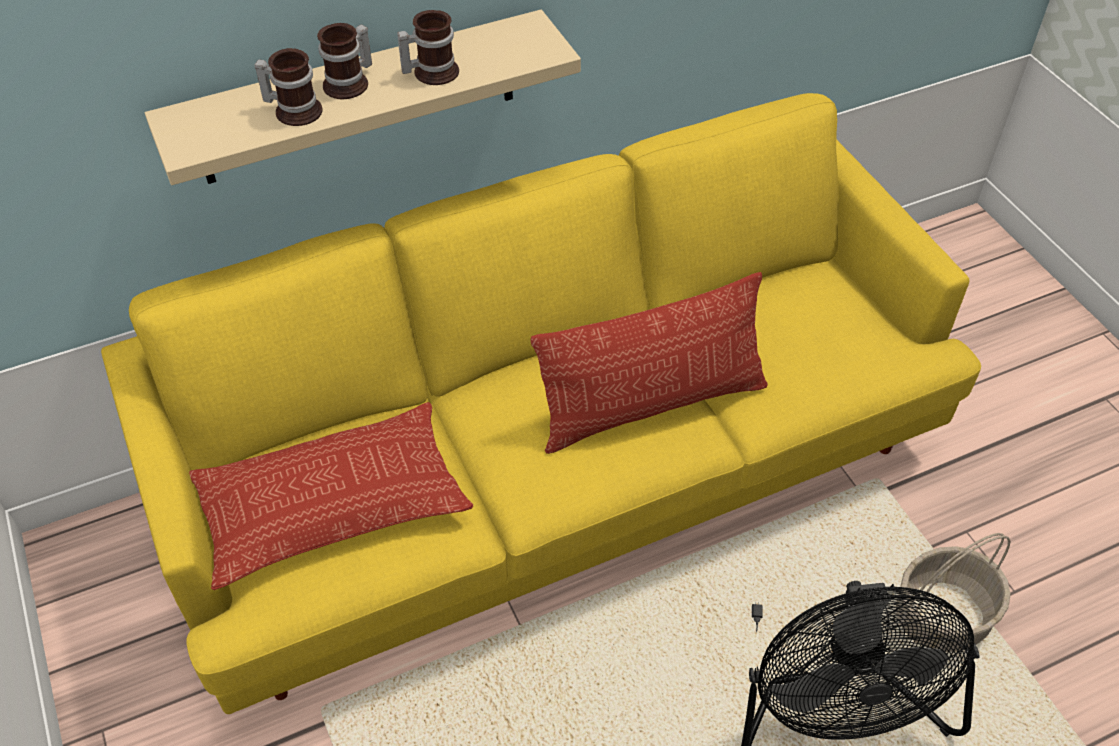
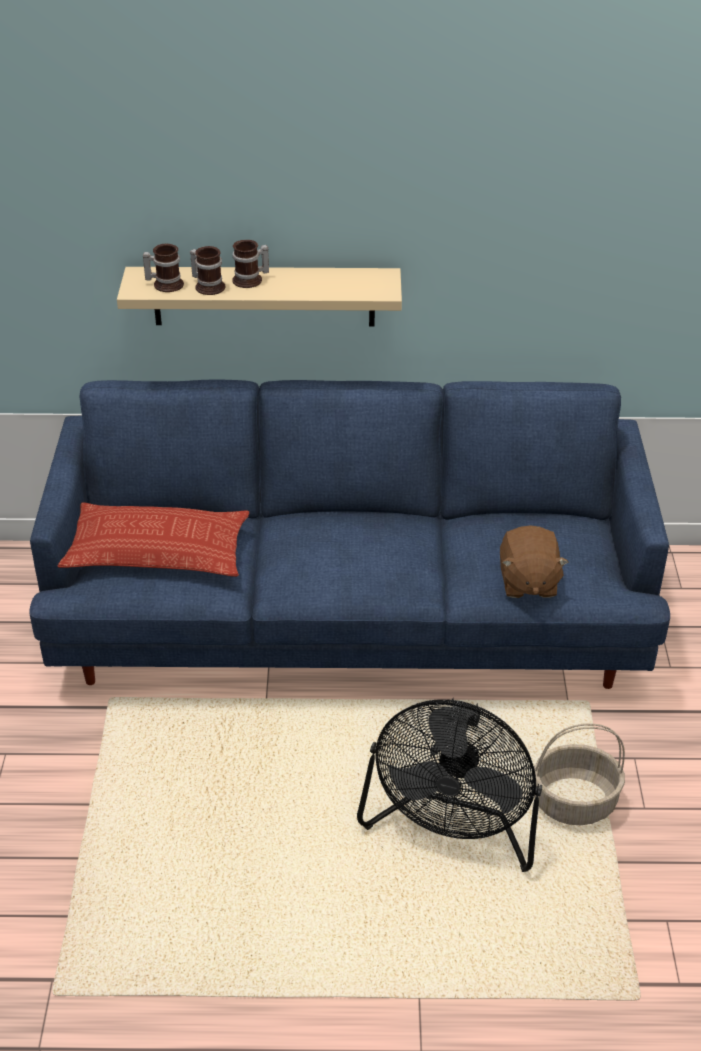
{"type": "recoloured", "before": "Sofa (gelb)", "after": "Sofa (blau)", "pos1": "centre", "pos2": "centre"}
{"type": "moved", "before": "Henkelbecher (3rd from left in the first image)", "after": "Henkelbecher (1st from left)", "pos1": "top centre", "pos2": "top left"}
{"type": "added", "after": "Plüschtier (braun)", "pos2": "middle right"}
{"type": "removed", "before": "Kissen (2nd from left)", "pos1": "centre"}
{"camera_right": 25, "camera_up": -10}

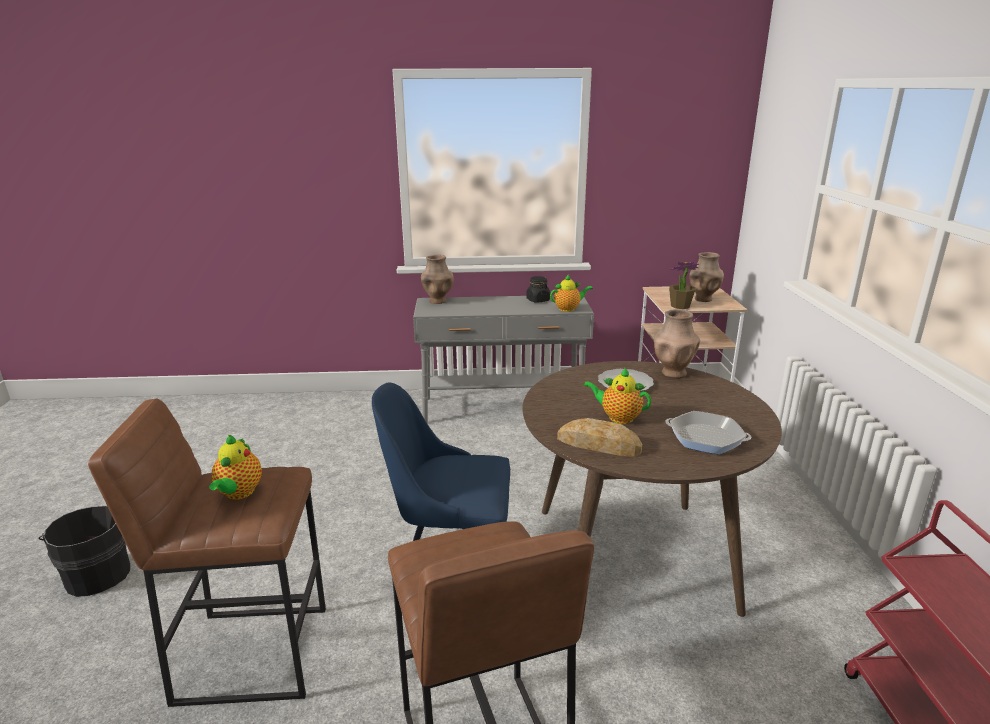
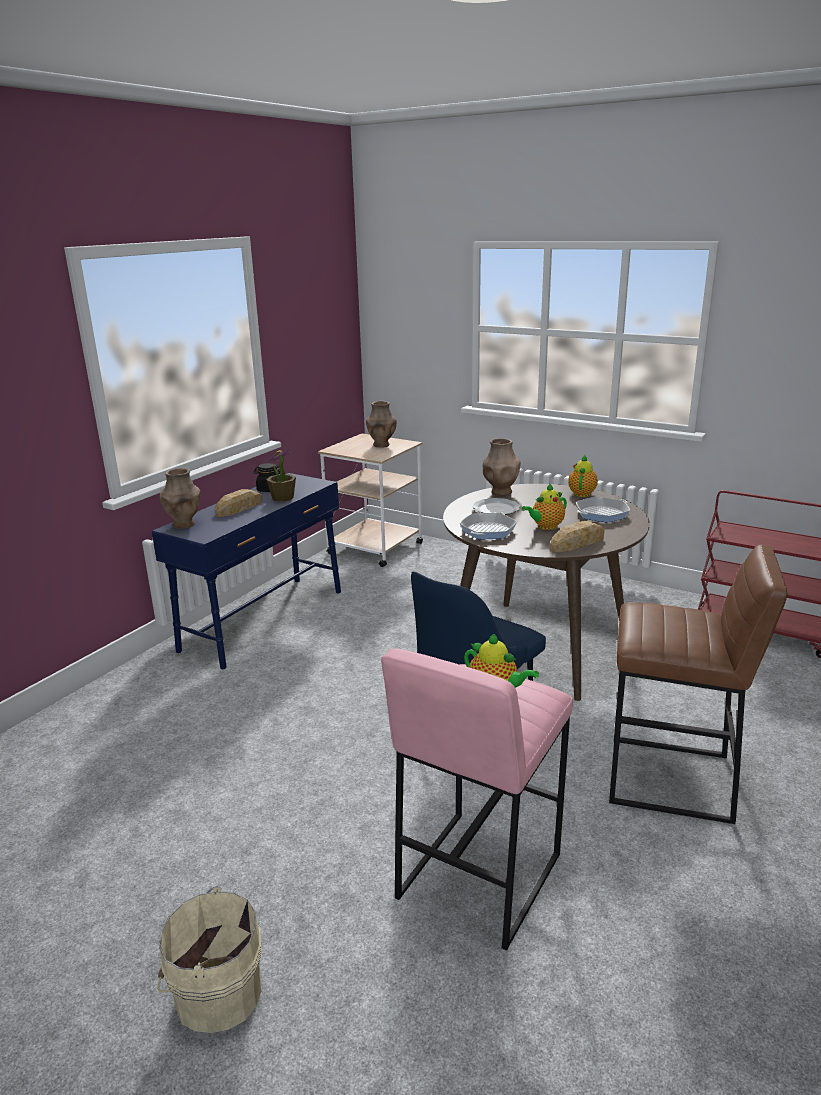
{"type": "recoloured", "before": "Konsolentisch (grau)", "after": "Konsolentisch (blau)", "pos1": "centre", "pos2": "middle left"}
{"type": "recoloured", "before": "Eimer (schwarz)", "after": "Eimer (beige)", "pos1": "bottom left", "pos2": "bottom left"}
{"type": "added", "after": "Brot (1st from left)", "pos2": "middle left"}
{"type": "moved", "before": "Topfpflanze", "pos1": "middle right", "pos2": "centre"}
{"type": "recoloured", "before": "Hocker (braun) (1st from left)", "after": "Hocker (rosa)", "pos1": "bottom left", "pos2": "bottom centre"}
{"type": "added", "after": "Pfanne (1st from left)", "pos2": "centre"}
{"type": "moved", "before": "Teekanne (2nd from left in the first image)", "after": "Teekanne (3rd from left)", "pos1": "centre", "pos2": "middle right"}
{"camera_right": -55, "camera_up": 0}

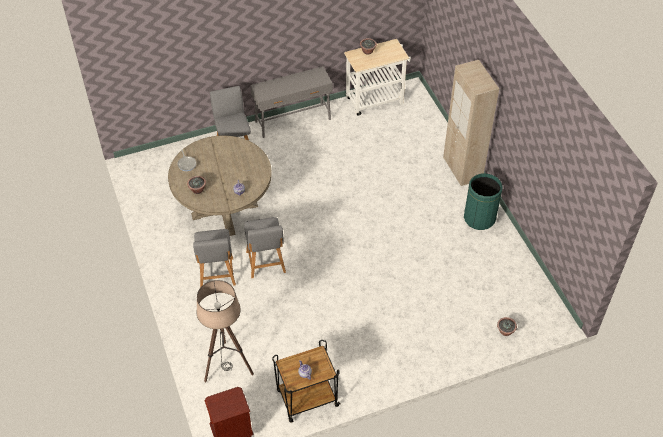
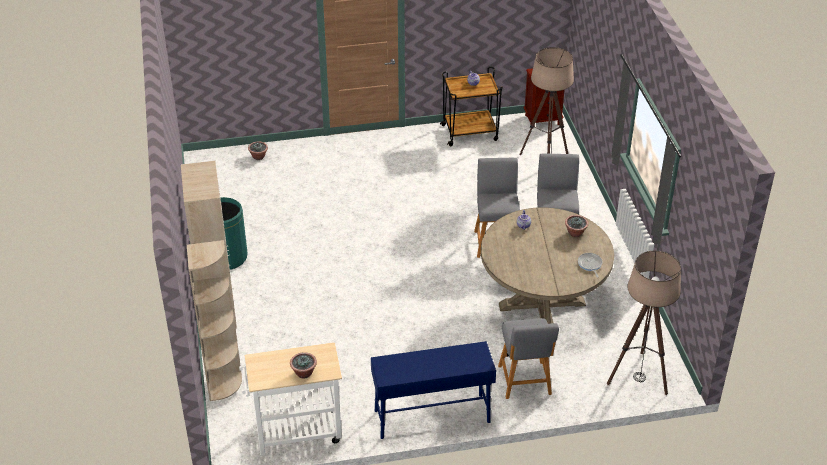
{"type": "added", "after": "Bücherregal (beige)", "pos2": "bottom left"}
{"type": "recoloured", "before": "Konsolentisch (grau)", "after": "Konsolentisch (blau)", "pos1": "top centre", "pos2": "bottom centre"}
{"type": "added", "after": "Stehlampe (2nd from left)", "pos2": "bottom right"}
{"camera_right": -170, "camera_up": -10}

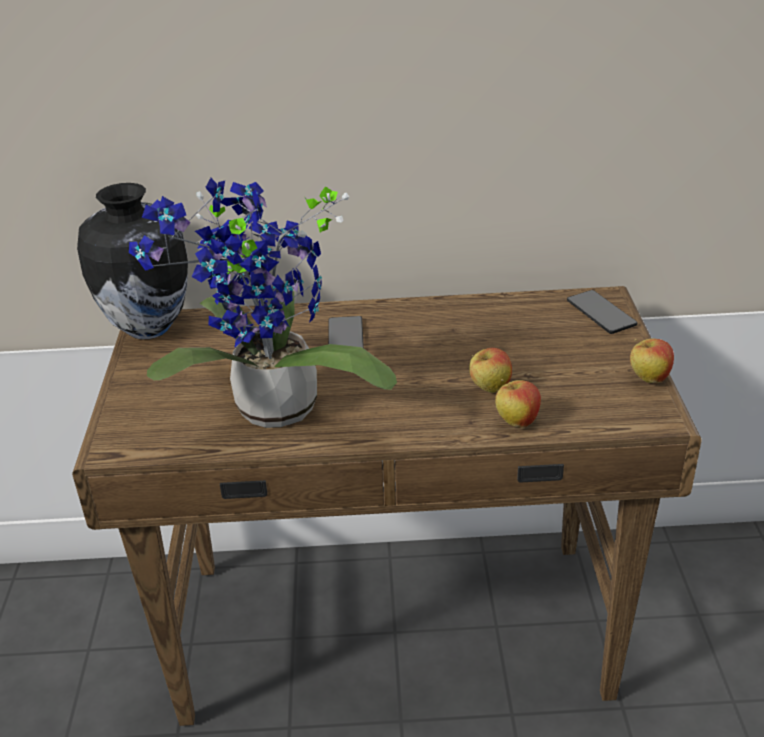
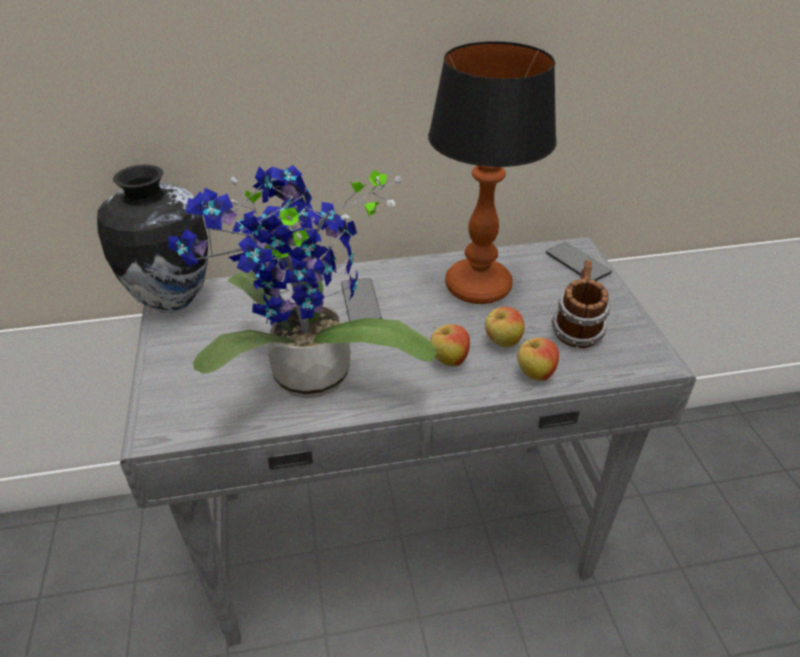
{"type": "recoloured", "before": "Konsolentisch (braun)", "after": "Konsolentisch (grau)", "pos1": "bottom centre", "pos2": "bottom centre"}
{"type": "added", "after": "Tischlampe", "pos2": "top centre"}
{"type": "moved", "before": "Apfel (3rd from left in the first image)", "after": "Apfel (1st from left)", "pos1": "middle right", "pos2": "centre"}
{"type": "added", "after": "Henkelbecher", "pos2": "middle right"}
{"camera_right": -10, "camera_up": 5}

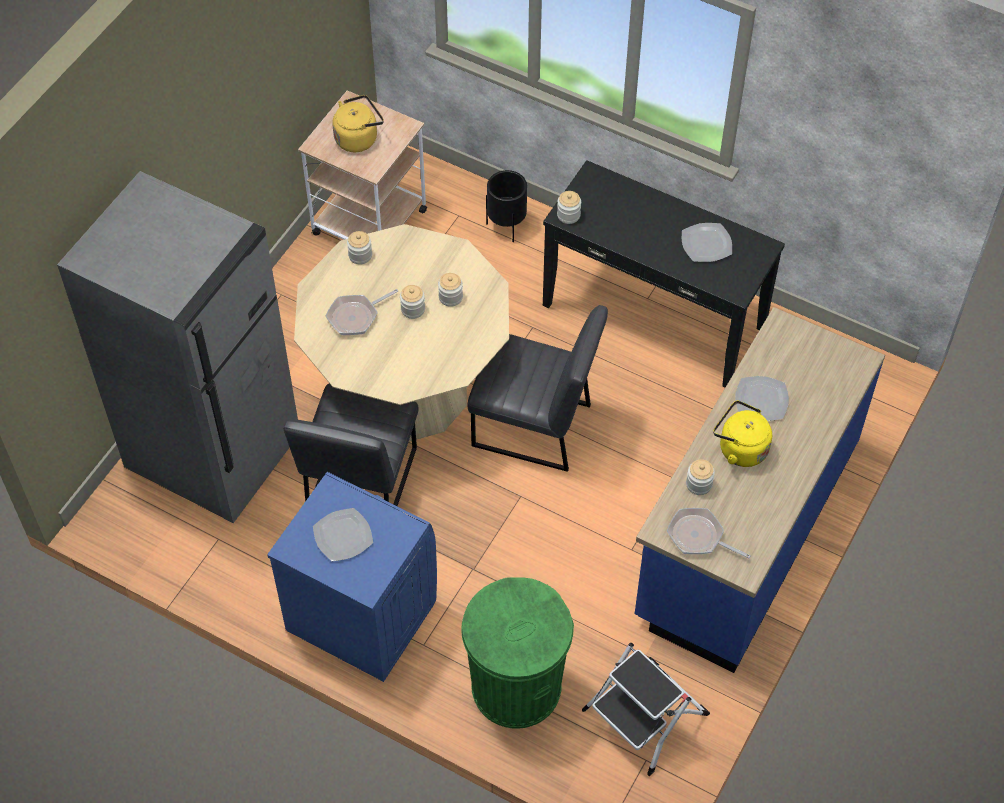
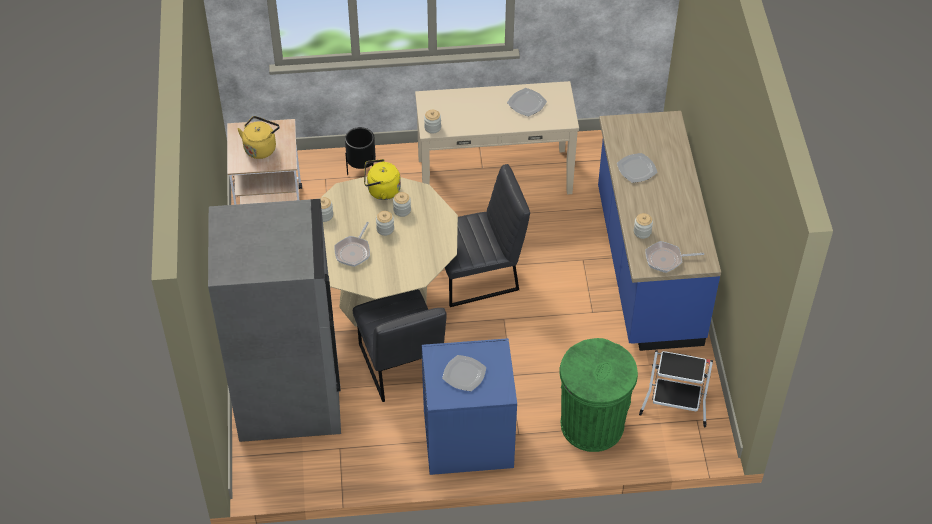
{"type": "moved", "before": "Wasserkessel (gelb) (2nd from left)", "pos1": "middle right", "pos2": "centre"}
{"type": "recoloured", "before": "Konsolentisch (schwarz)", "after": "Konsolentisch (beige)", "pos1": "centre", "pos2": "top centre"}
{"camera_right": -35, "camera_up": -5}

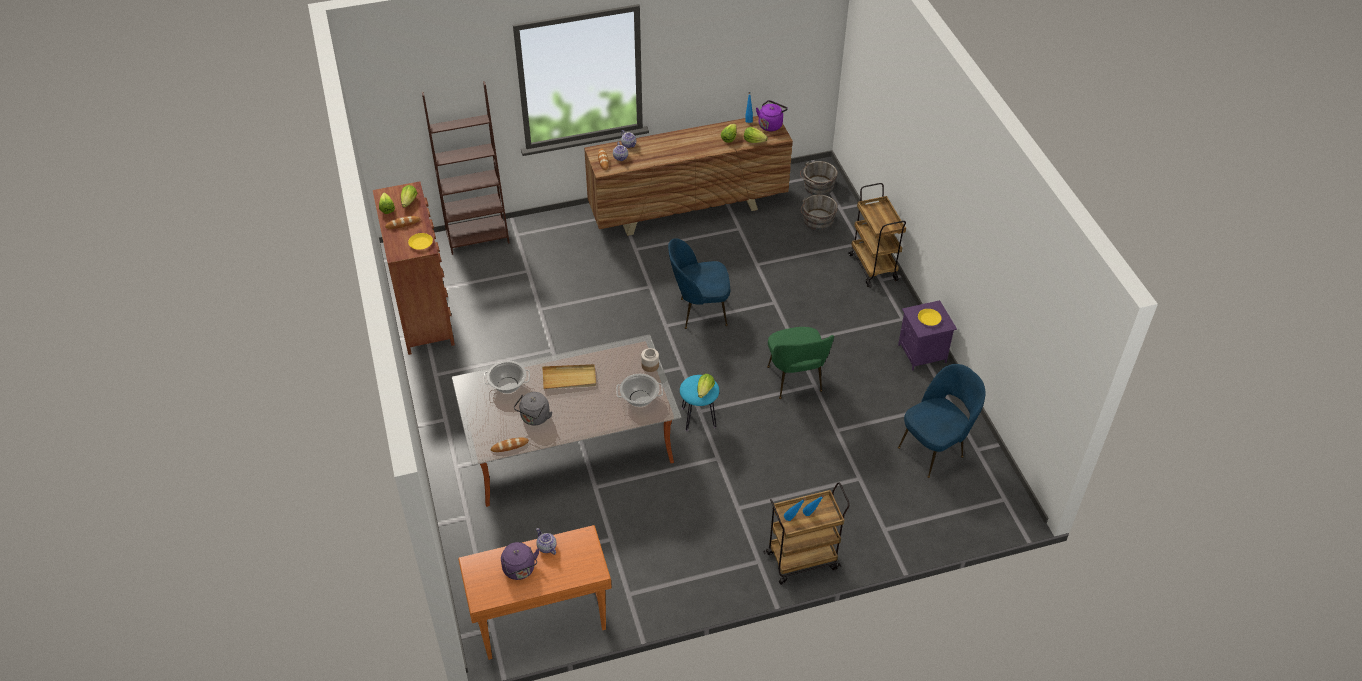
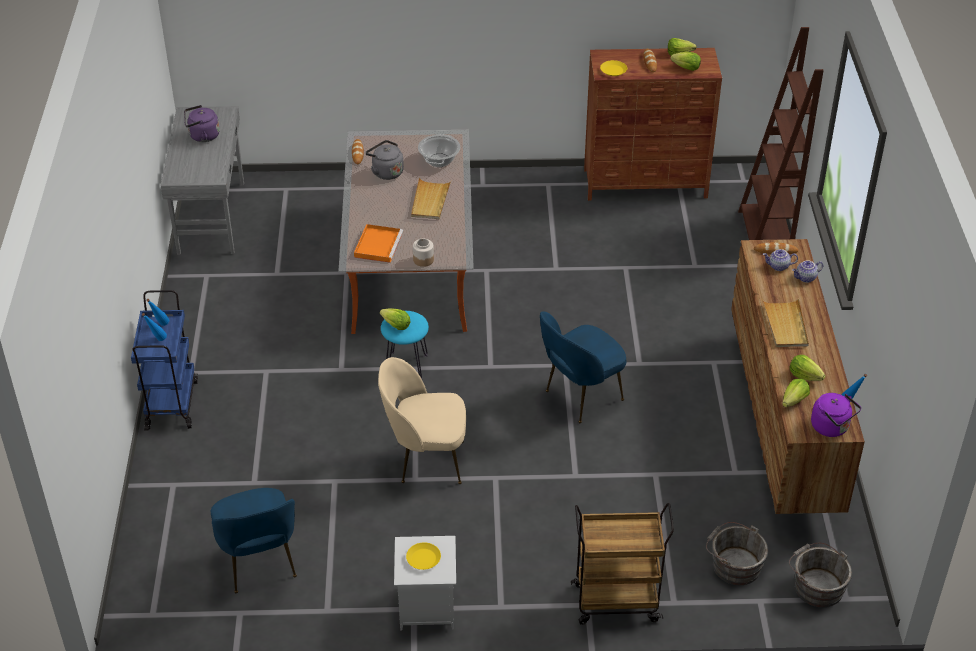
{"type": "recoloured", "before": "Rollwagen (braun) (1st from left)", "after": "Rollwagen (blau)", "pos1": "bottom centre", "pos2": "middle left"}
{"type": "recoloured", "before": "Konsolentisch (orange)", "after": "Konsolentisch (grau)", "pos1": "bottom centre", "pos2": "top left"}
{"type": "replaced", "before": "Kochtopf (2nd from left)", "after": "Tablett (orange)", "pos1": "centre", "pos2": "centre"}
{"type": "recoloured", "before": "Stuhl (grün)", "after": "Stuhl (beige)", "pos1": "centre", "pos2": "centre"}
{"type": "recoloured", "before": "Nachttisch (lila)", "after": "Nachttisch (grau)", "pos1": "middle right", "pos2": "bottom centre"}
{"type": "turned", "before": "Stuhl (blau) (1st from left in the first image)", "pos1": "centre", "pos2": "centre", "turn": -135}
{"type": "added", "after": "Tablett (beige) (2nd from left)", "pos2": "middle right"}
{"type": "removed", "before": "Teekanne (1st from left)", "pos1": "bottom centre"}
{"camera_right": 105, "camera_up": -5}

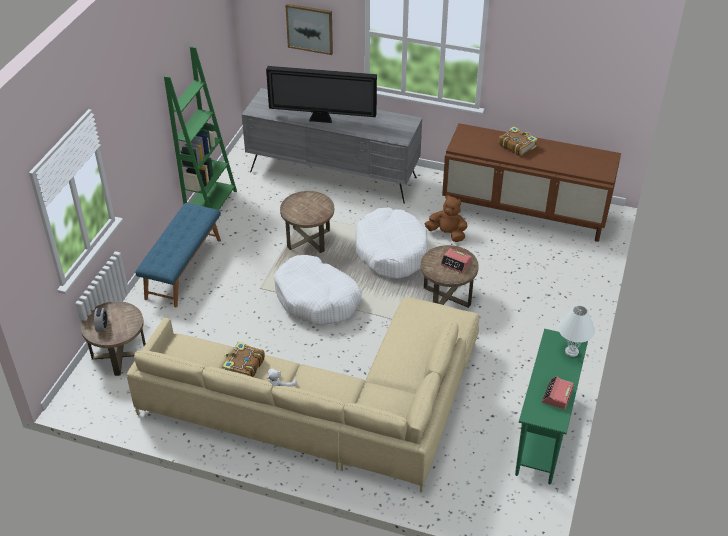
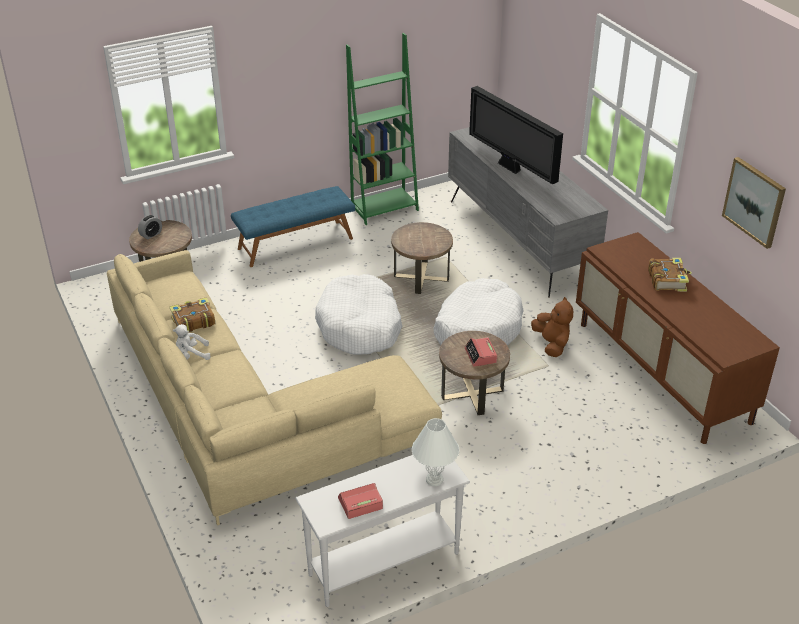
{"type": "recoloured", "before": "Konsolentisch (grün)", "after": "Konsolentisch (weiß)", "pos1": "bottom right", "pos2": "bottom centre"}
{"type": "moved", "before": "Bild", "pos1": "top centre", "pos2": "top right"}
{"camera_right": 45, "camera_up": -5}

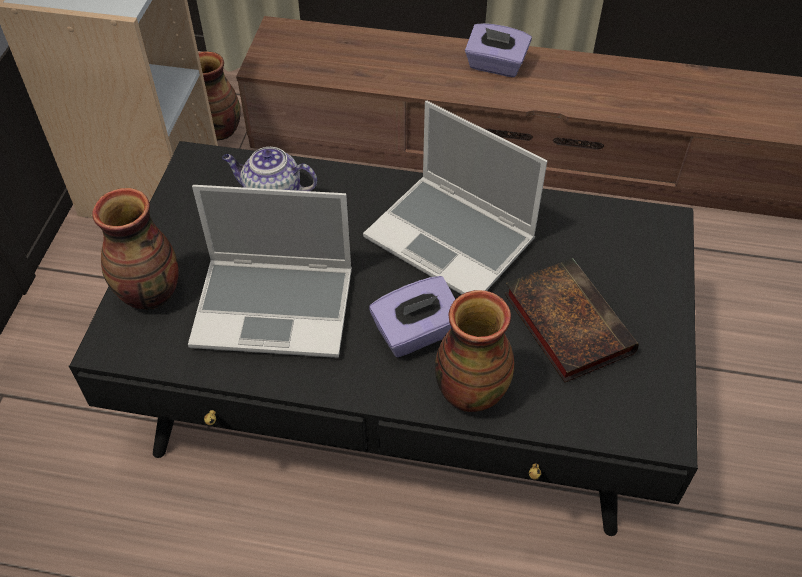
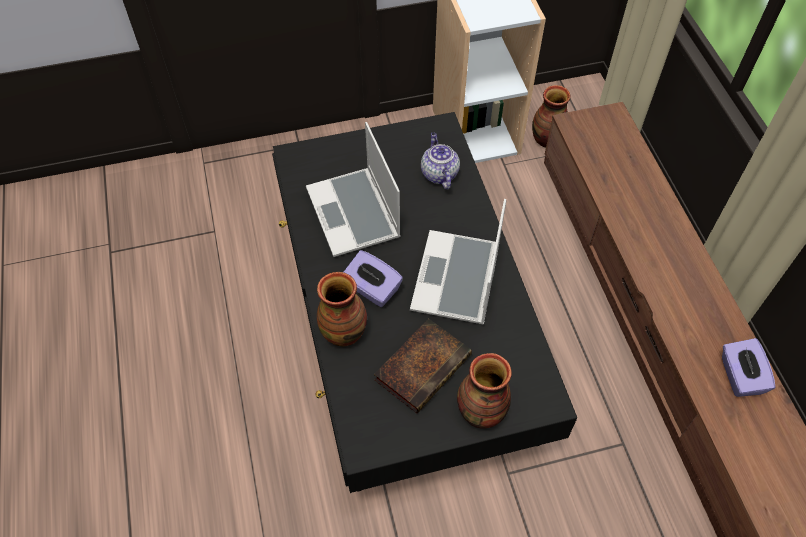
{"type": "moved", "before": "Vase (1st from left in the first image)", "after": "Vase (2nd from left)", "pos1": "middle left", "pos2": "bottom centre"}
{"type": "moved", "before": "Taschentuchbox (lila) (2nd from left)", "pos1": "top centre", "pos2": "bottom right"}
{"camera_right": 65, "camera_up": 5}

